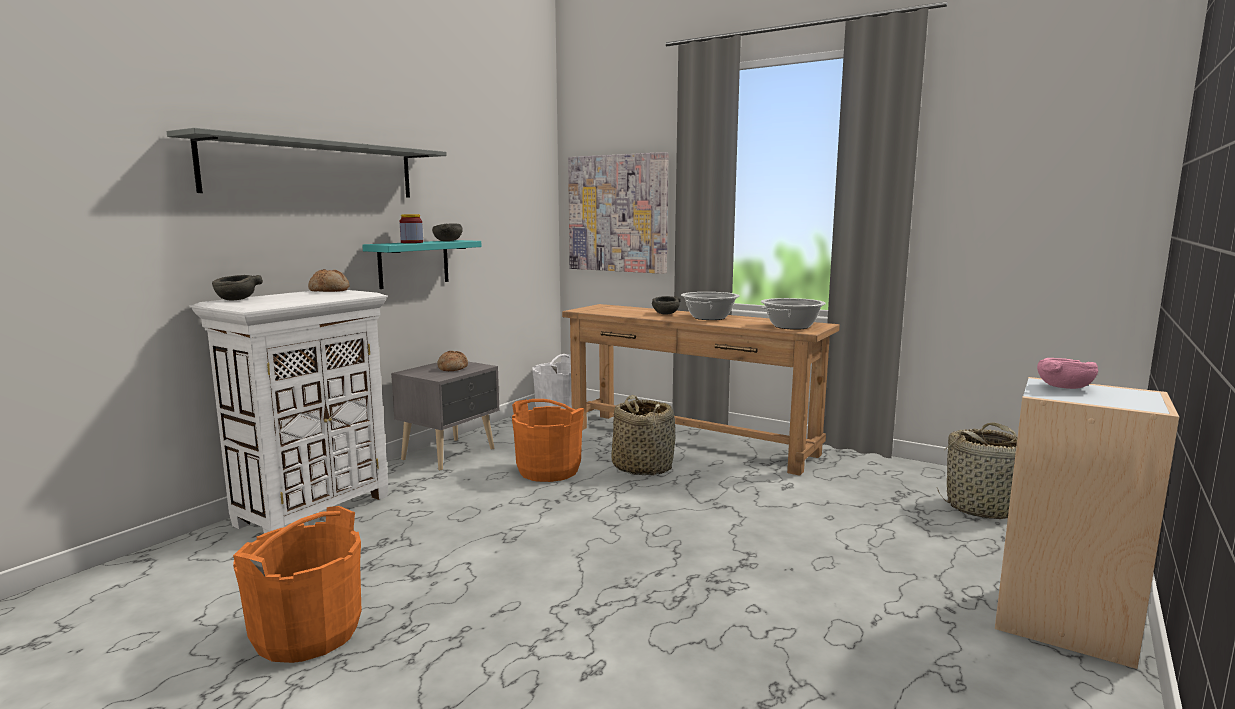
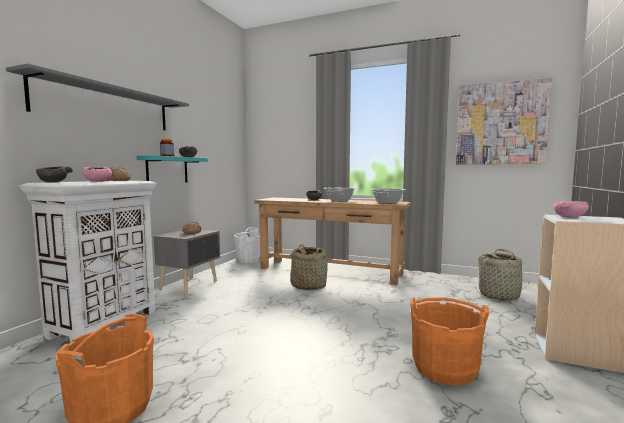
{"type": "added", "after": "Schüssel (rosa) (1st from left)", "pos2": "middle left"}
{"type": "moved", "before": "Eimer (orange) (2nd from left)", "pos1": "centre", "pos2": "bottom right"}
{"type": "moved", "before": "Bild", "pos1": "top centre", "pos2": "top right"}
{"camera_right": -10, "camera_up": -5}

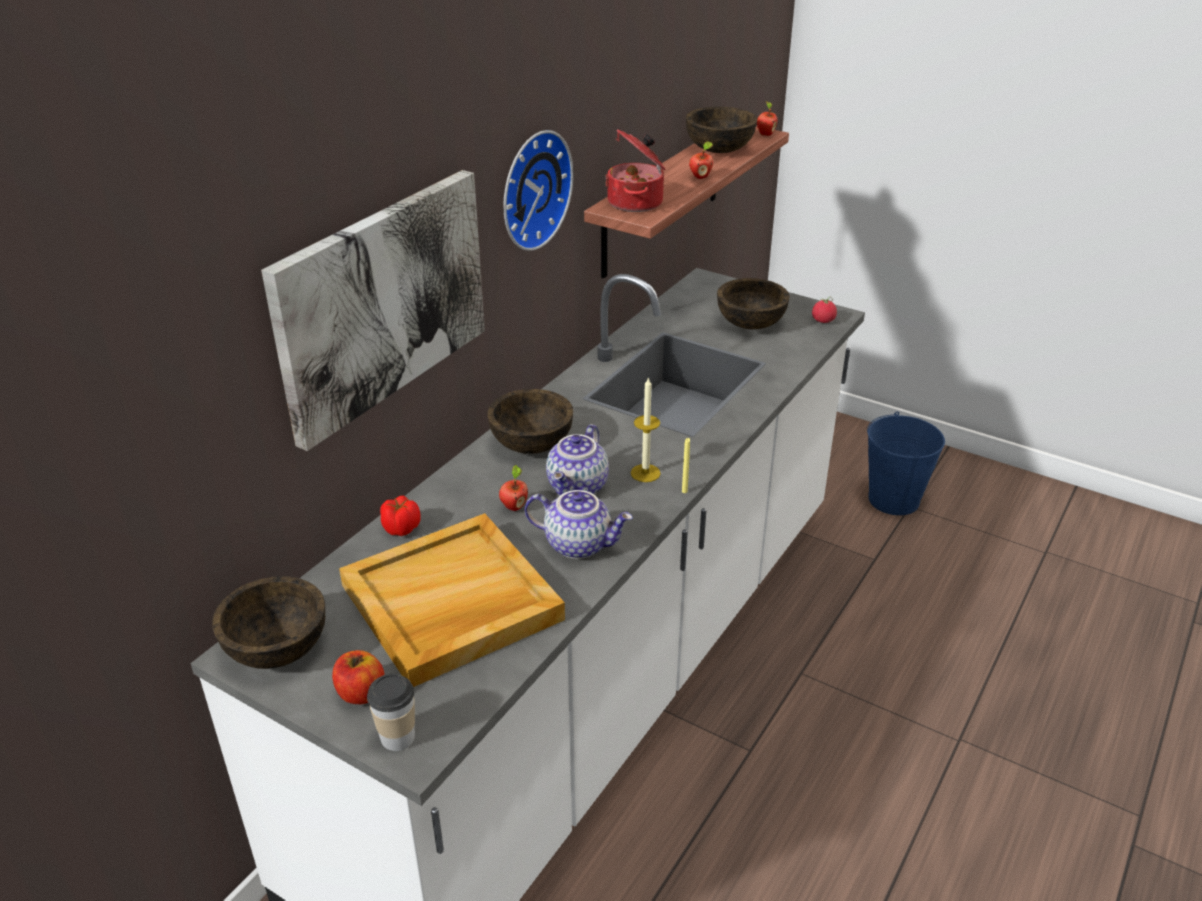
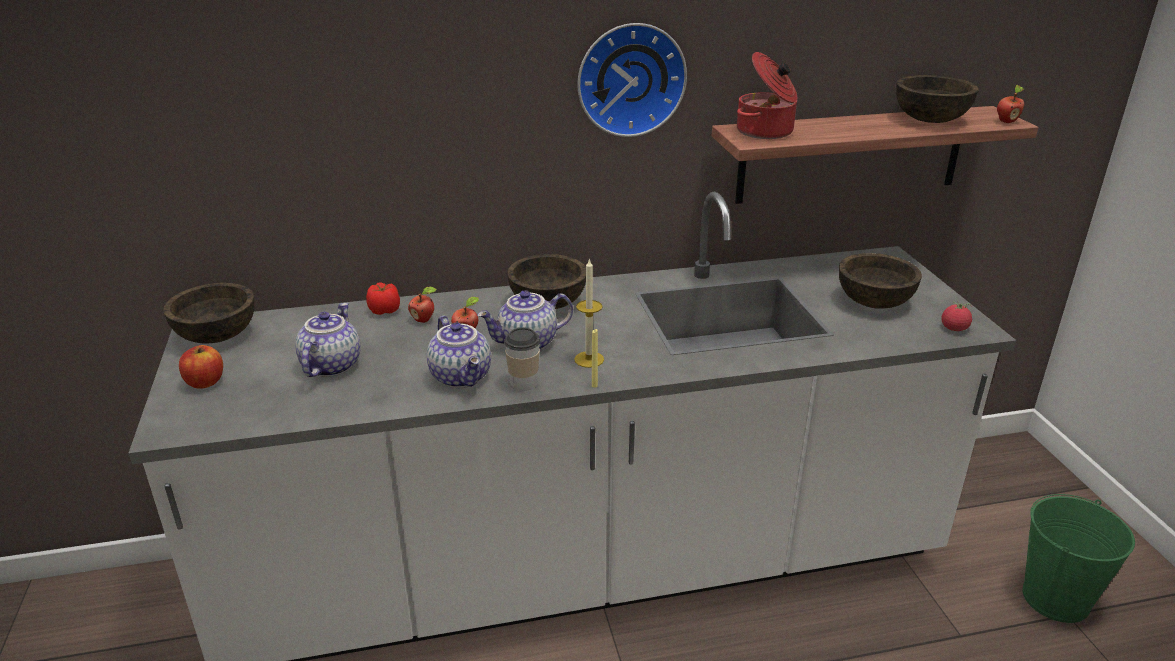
{"type": "replaced", "before": "Tablett (beige)", "after": "Teekanne (1st from left)", "pos1": "centre", "pos2": "middle left"}
{"type": "moved", "before": "Apfel (3rd from left in the first image)", "after": "Apfel (2nd from left)", "pos1": "top centre", "pos2": "centre"}
{"type": "moved", "before": "Tasse", "pos1": "bottom left", "pos2": "centre"}
{"type": "recoloured", "before": "Eimer (blau)", "after": "Eimer (grün)", "pos1": "middle right", "pos2": "bottom right"}
{"type": "removed", "before": "Bild", "pos1": "middle left"}
{"camera_right": 45, "camera_up": -5}

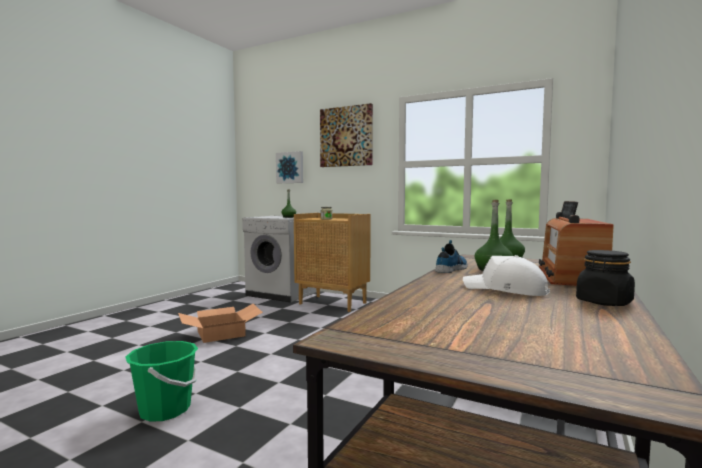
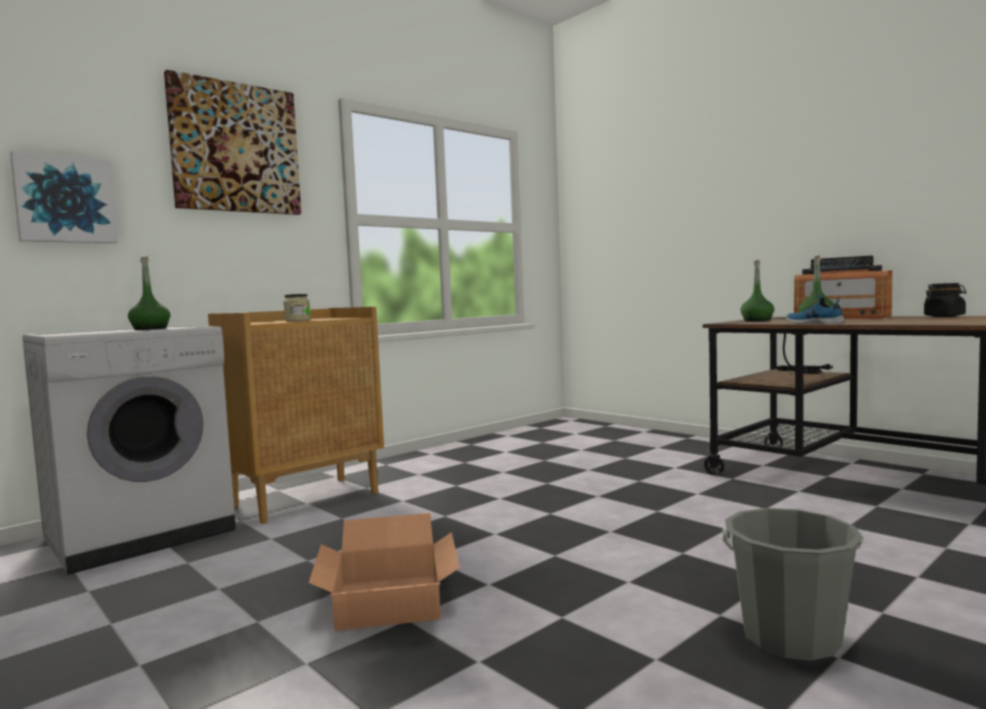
{"type": "recoloured", "before": "Eimer (grün)", "after": "Eimer (grau)", "pos1": "bottom left", "pos2": "bottom right"}
{"type": "removed", "before": "Kappe (weiß)", "pos1": "middle right"}
{"camera_right": -70, "camera_up": 0}

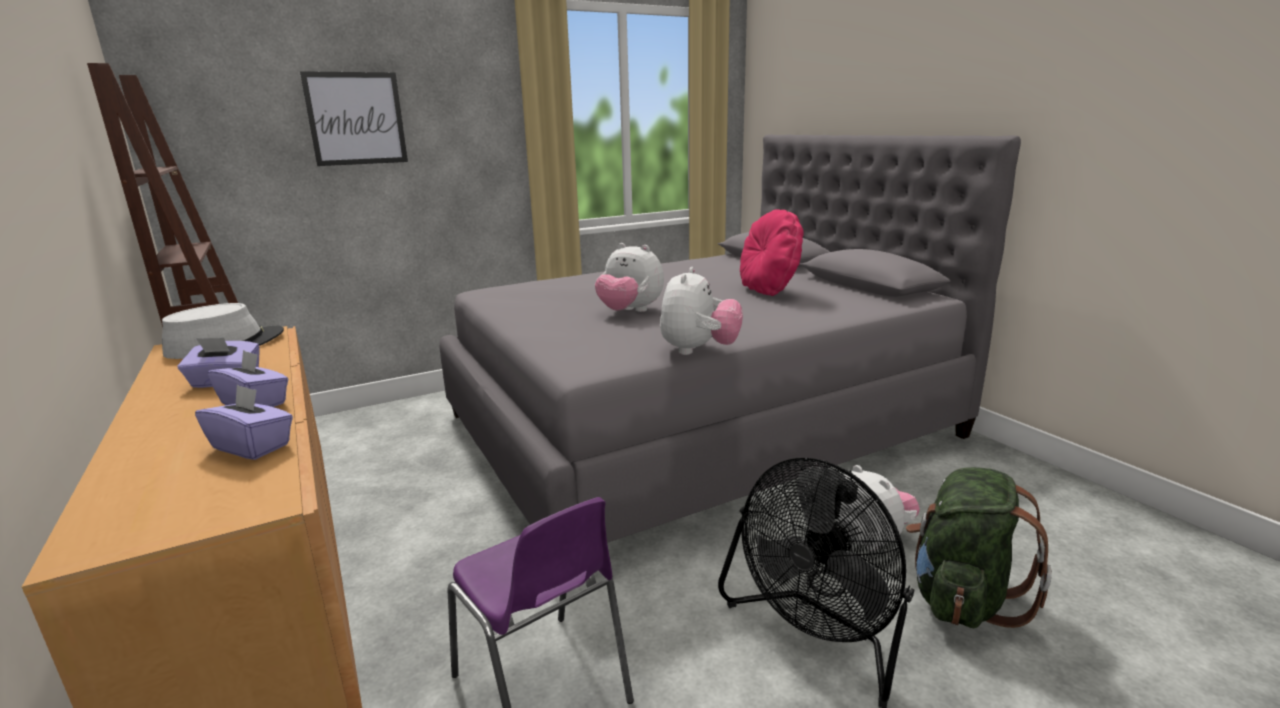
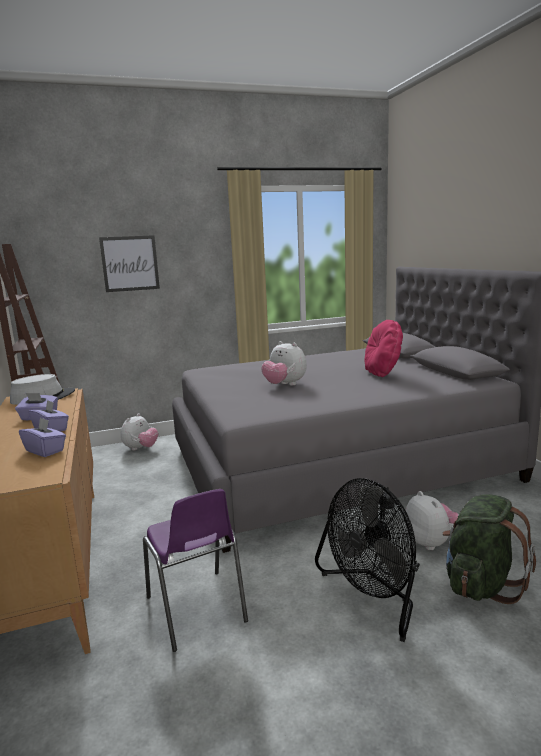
{"type": "moved", "before": "Plüschtier (2nd from left in the first image)", "after": "Plüschtier (1st from left)", "pos1": "centre", "pos2": "middle left"}
{"camera_right": 10, "camera_up": -5}

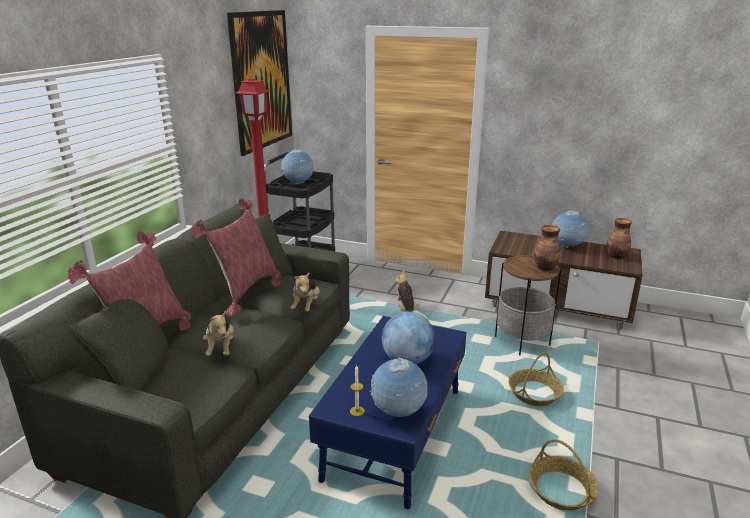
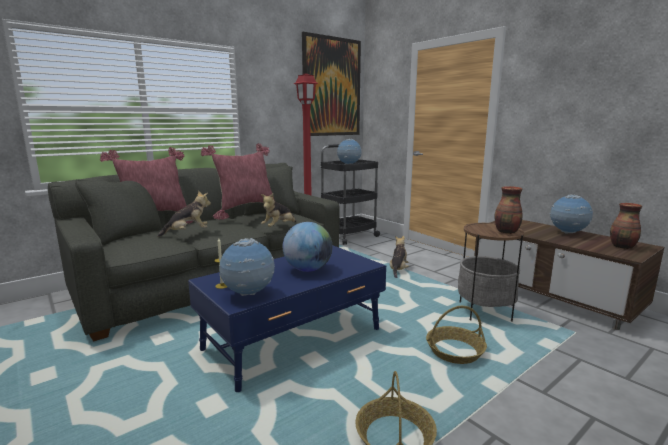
{"type": "turned", "before": "Plüschtier (1st from left)", "pos1": "middle left", "pos2": "middle left", "turn": -135}
{"camera_right": 30, "camera_up": -10}

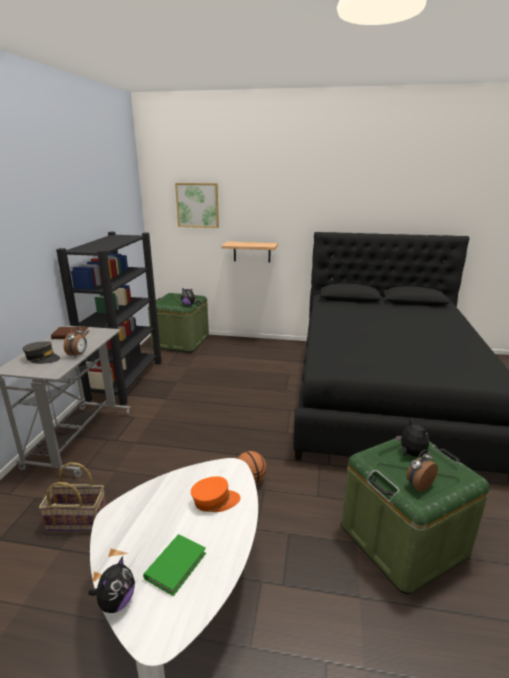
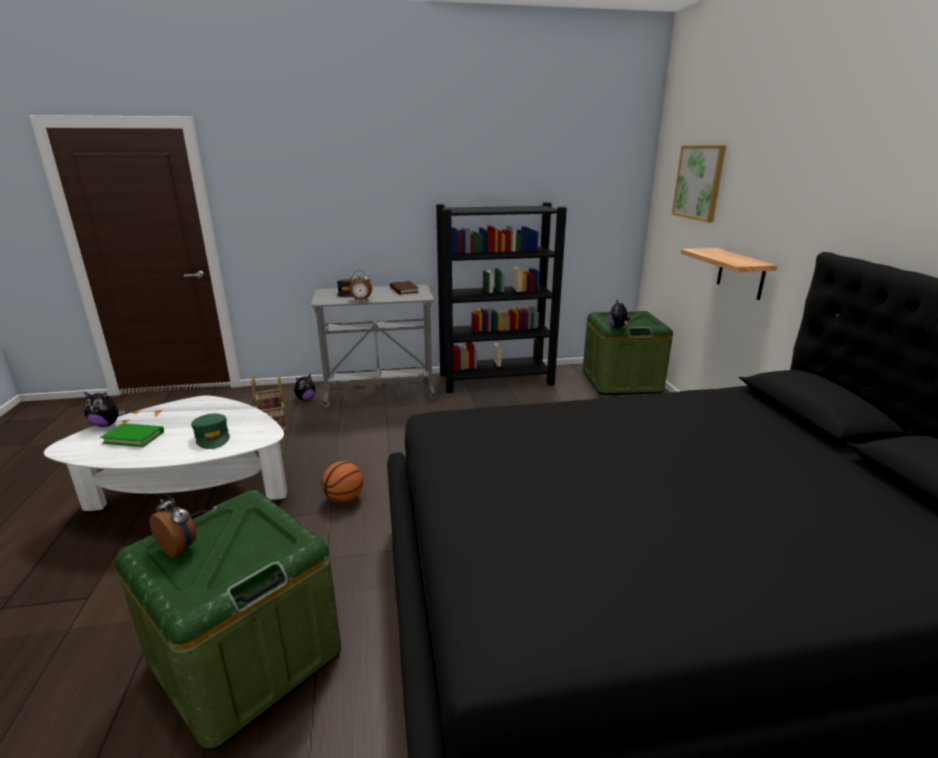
{"type": "recoloured", "before": "Kappe (orange)", "after": "Kappe (grün)", "pos1": "bottom centre", "pos2": "middle left"}
{"type": "moved", "before": "Plüschtier (3rd from left in the first image)", "after": "Plüschtier (2nd from left)", "pos1": "middle right", "pos2": "middle left"}
{"camera_right": 70, "camera_up": 0}

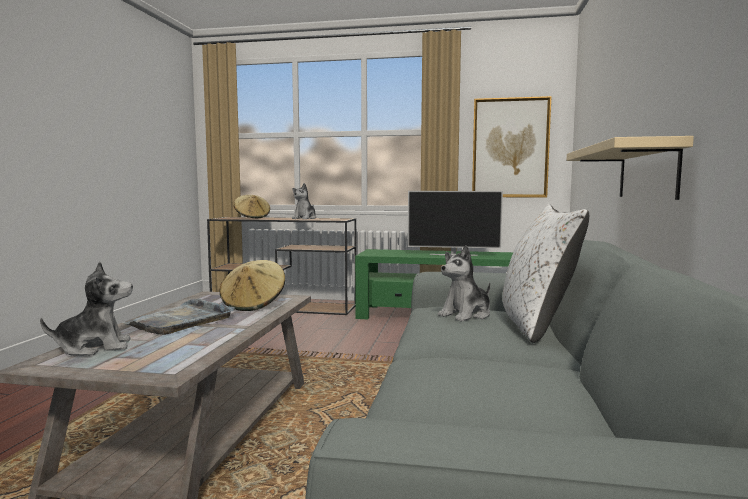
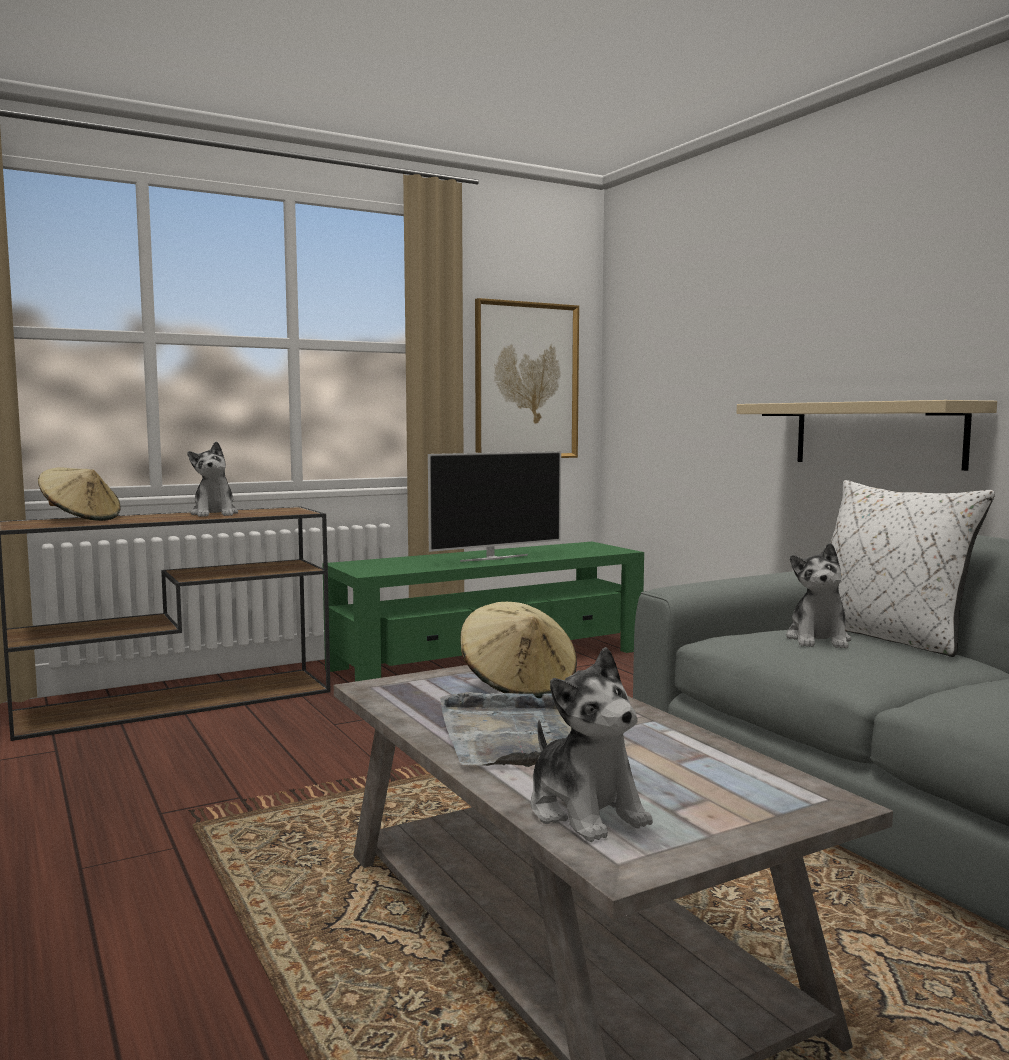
{"type": "turned", "before": "Plüschtier (1st from left in the first image)", "pos1": "middle left", "pos2": "bottom centre", "turn": 120}
{"camera_right": -40, "camera_up": 0}

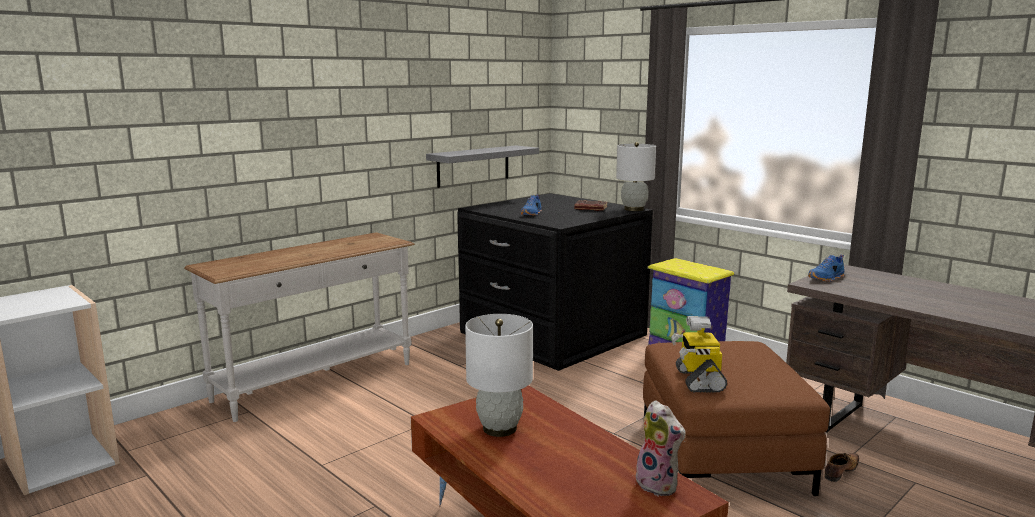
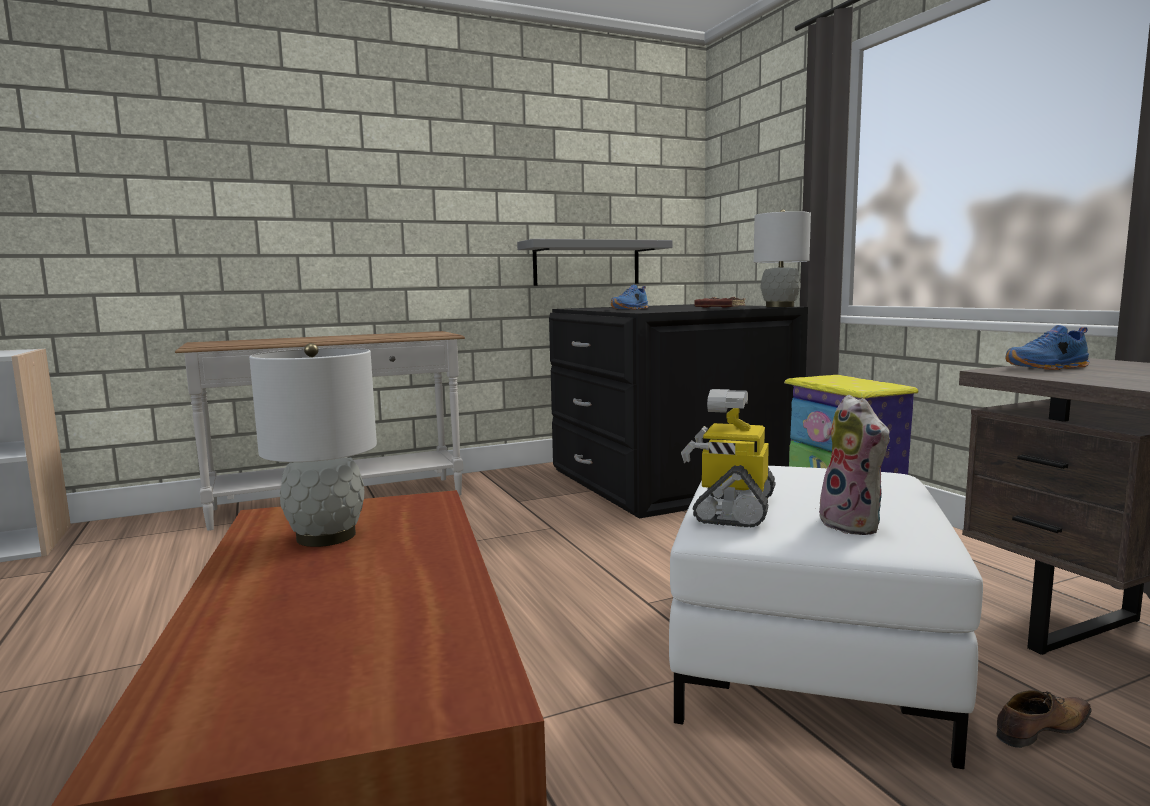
{"type": "recoloured", "before": "Polsterhocker (braun)", "after": "Polsterhocker (weiß)", "pos1": "bottom right", "pos2": "bottom right"}
{"type": "moved", "before": "Plüschtier", "pos1": "bottom centre", "pos2": "middle right"}
{"camera_right": 20, "camera_up": -5}

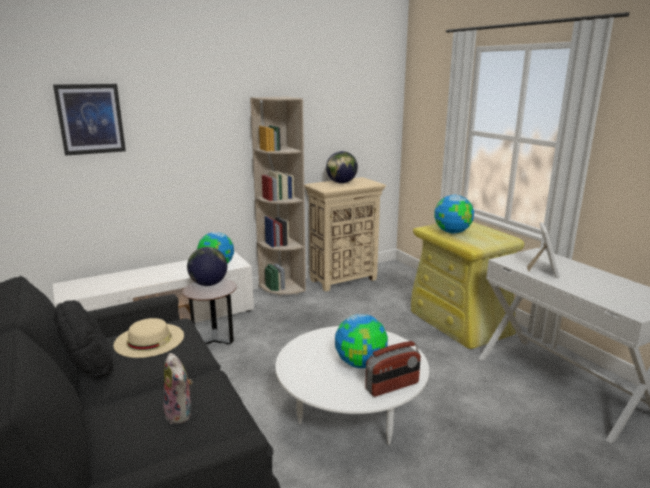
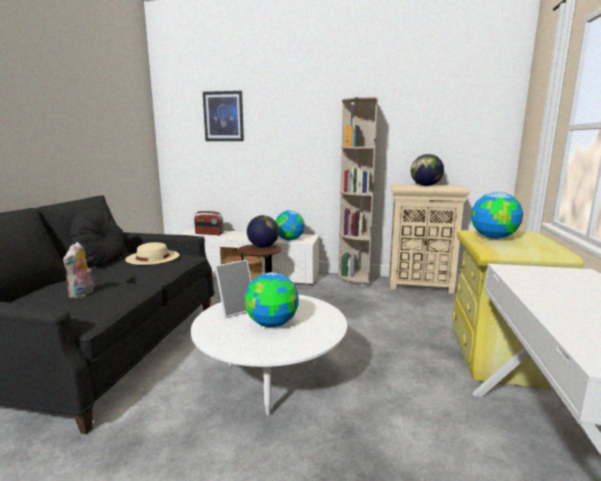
{"type": "moved", "before": "Radio", "pos1": "bottom centre", "pos2": "centre"}
{"type": "moved", "before": "Bilderrahmen", "pos1": "middle right", "pos2": "centre"}
{"camera_right": 40, "camera_up": -5}

